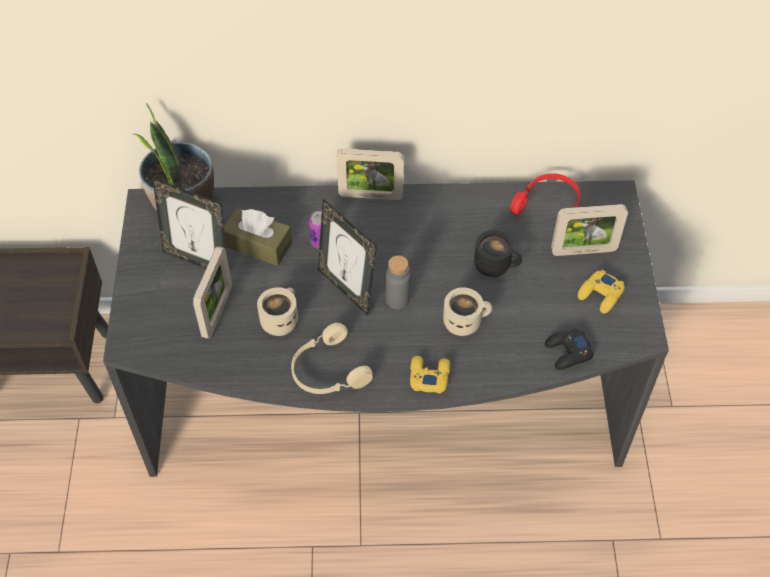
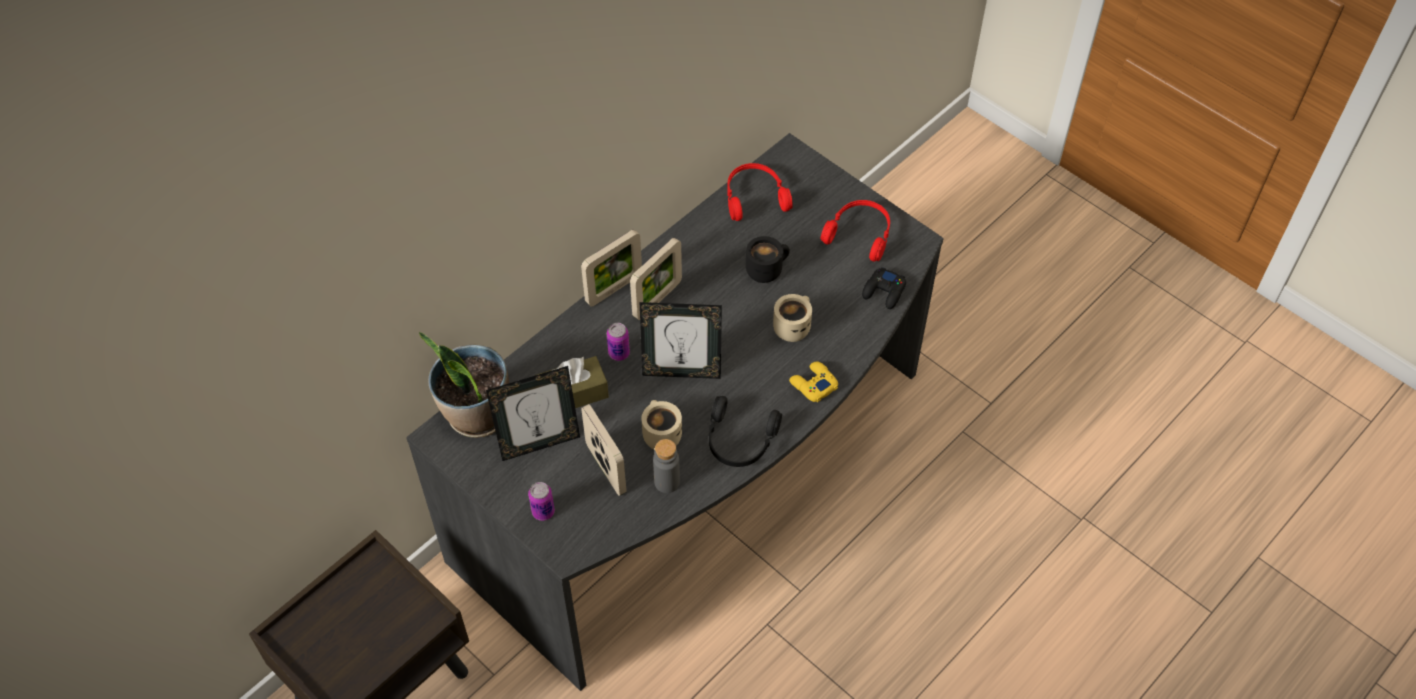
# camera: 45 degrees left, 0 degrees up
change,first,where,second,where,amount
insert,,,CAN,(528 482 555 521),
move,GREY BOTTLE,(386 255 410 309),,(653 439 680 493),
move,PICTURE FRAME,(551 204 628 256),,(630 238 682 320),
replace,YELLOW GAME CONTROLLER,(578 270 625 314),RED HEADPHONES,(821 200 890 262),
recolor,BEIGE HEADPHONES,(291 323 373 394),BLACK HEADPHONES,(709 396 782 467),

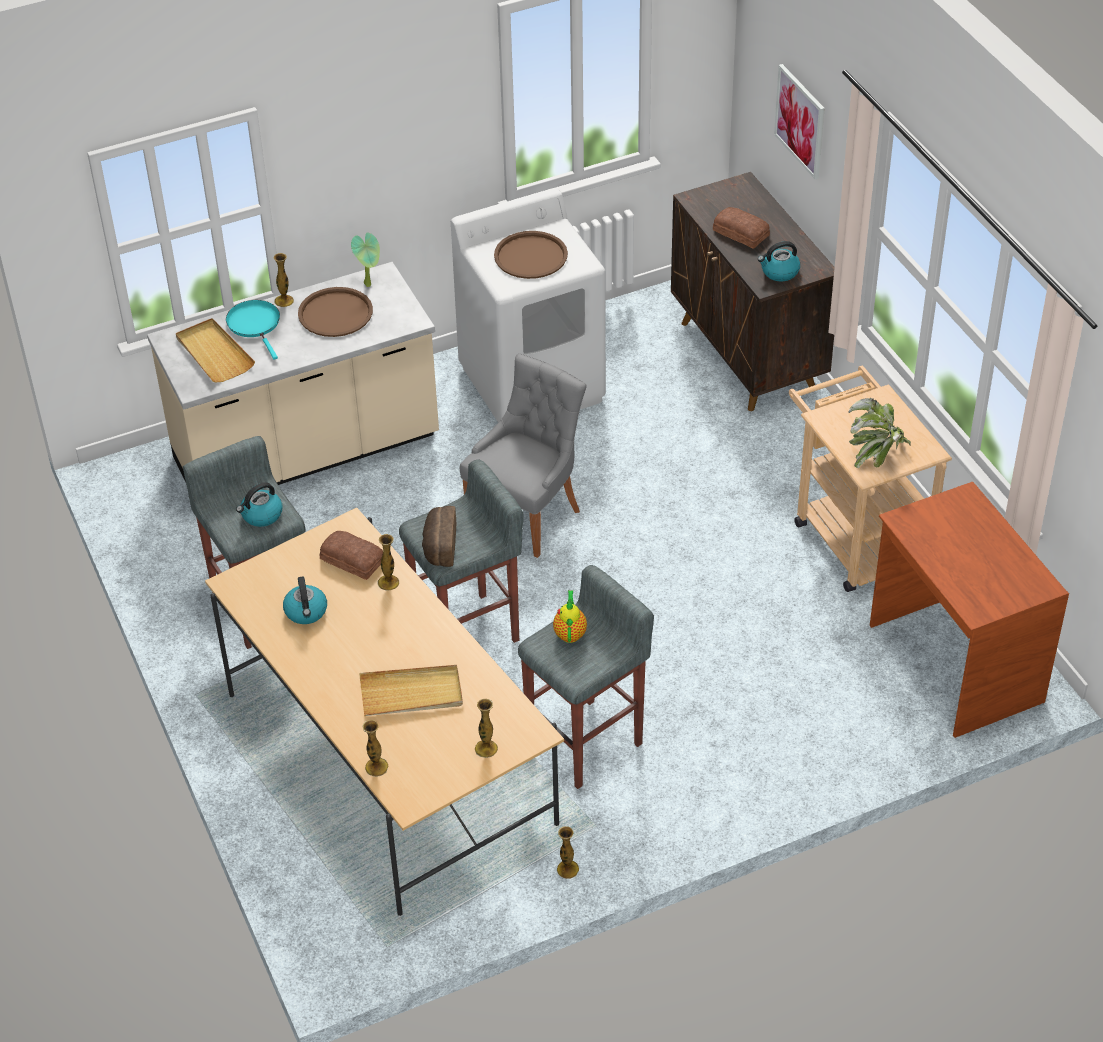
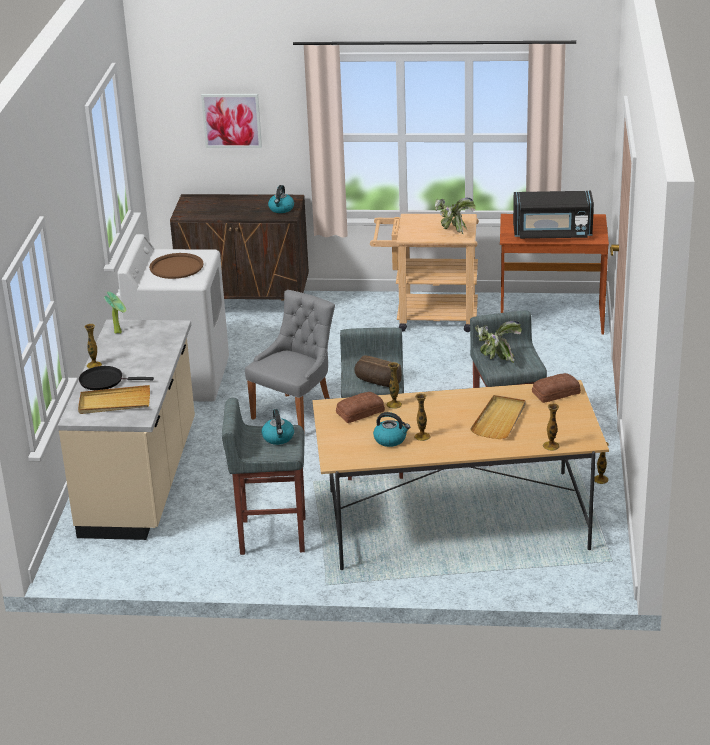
# camera: 60 degrees left, 15 degrees down
change,first,where,second,where,amount
delete,BROWN TRAY,(298 287 373 337),,,
insert,,,BLACK MICROWAVE,(513 191 594 239),
move,VASE,(475 699 498 758),,(414 393 431 441),
move,BREAD,(713 207 770 249),,(532 373 581 403),
replace,TEAPOT,(553 590 587 643),POTTED PLANT,(475 321 522 363),
recolor,TURQUOISE FRYING PAN,(226 300 280 360),BLACK FRYING PAN,(79 366 154 390),
rotate,GREY CHAIR,(460 353 587 558),,(245 290 335 435),60 degrees clockwise

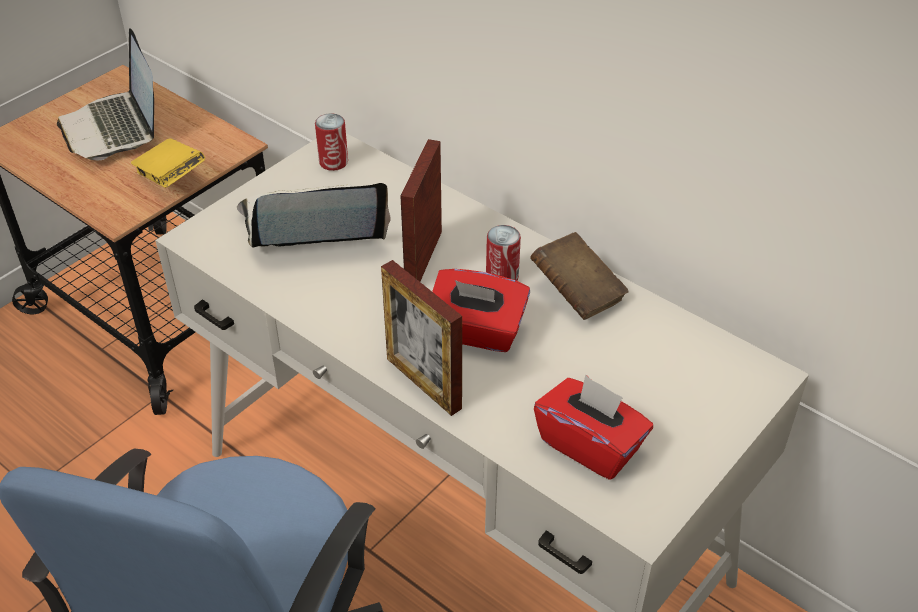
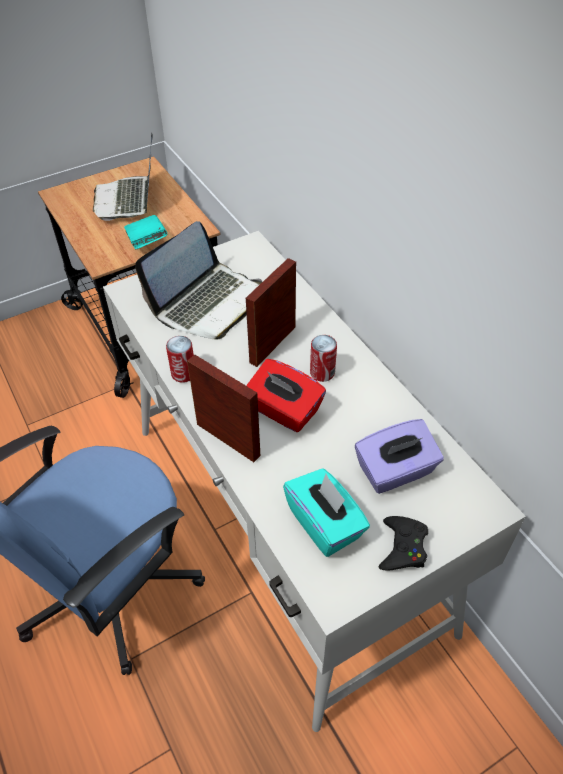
# camera: 20 degrees right, 5 degrees up
change,first,where,second,where,amount
delete,BROWN BOOK,(530 232 629 320),,,
insert,,,PURPLE TISSUE BOX,(355 419 444 494),
insert,,,BLACK GAME CONTROLLER,(379 516 428 571),
move,CAN,(315 113 348 171),,(166 336 194 383),
recolor,YELLOW BOOK,(131 138 205 188),TURQUOISE BOOK,(124 215 167 250),
recolor,RED TISSUE BOX,(534 374 653 480),TURQUOISE TISSUE BOX,(283 468 370 557),
rotate,LAPTOP,(237 183 391 248),,(135 221 262 339),120 degrees clockwise
rotate,PICTURE FRAME,(381 260 462 416),,(187 355 260 462),150 degrees clockwise

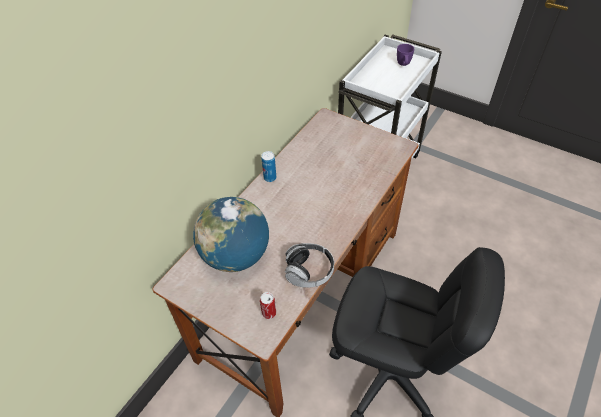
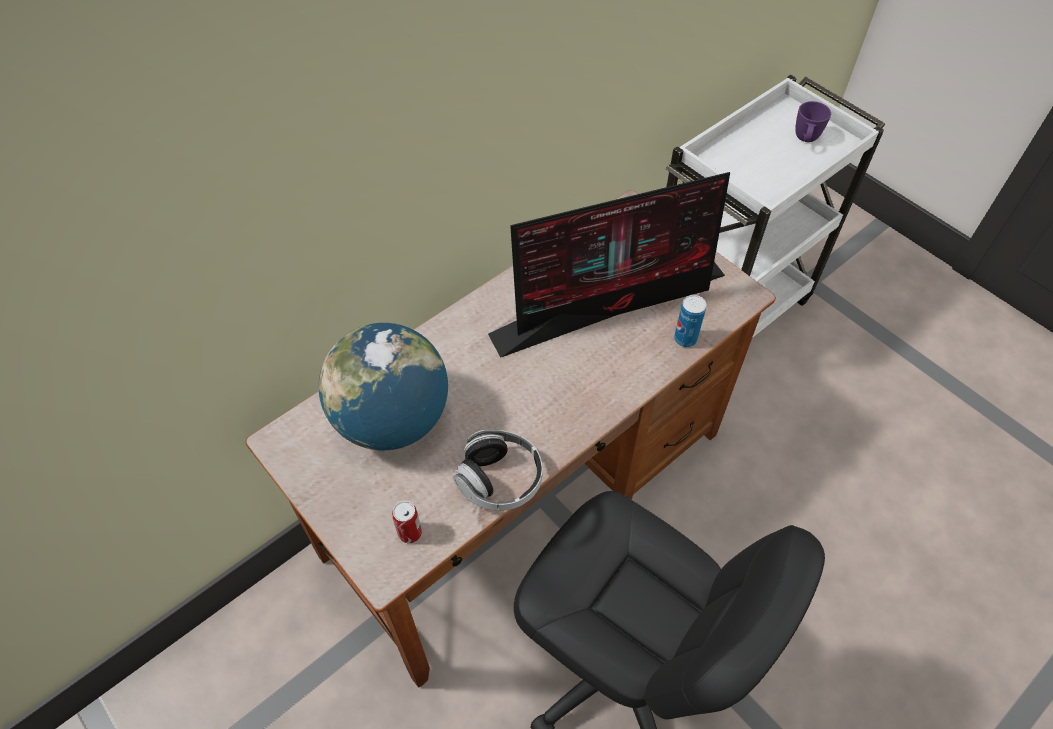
# camera: 15 degrees right, 5 degrees up
change,first,where,second,where,amount
insert,,,MONITOR,(488 172 730 358),
move,CAN,(261 151 276 182),,(674 295 706 347),

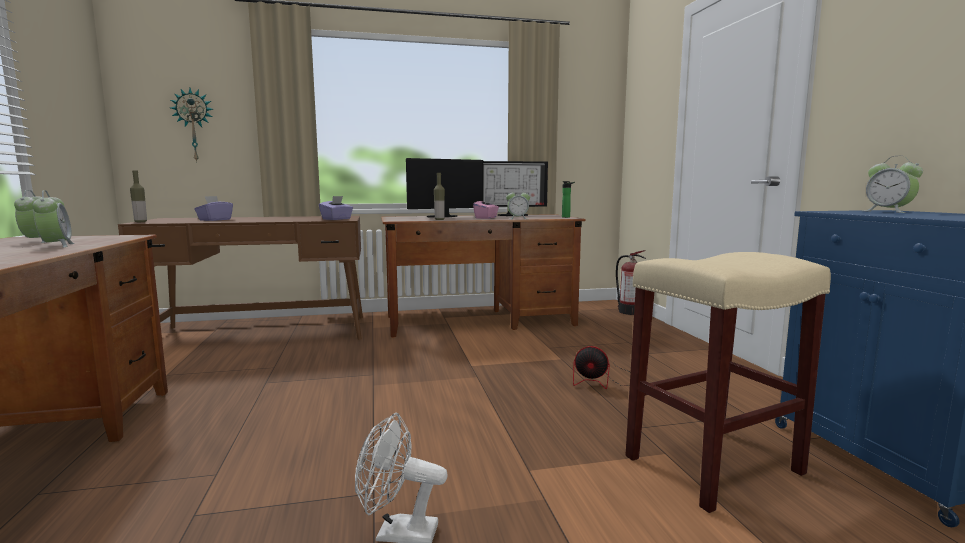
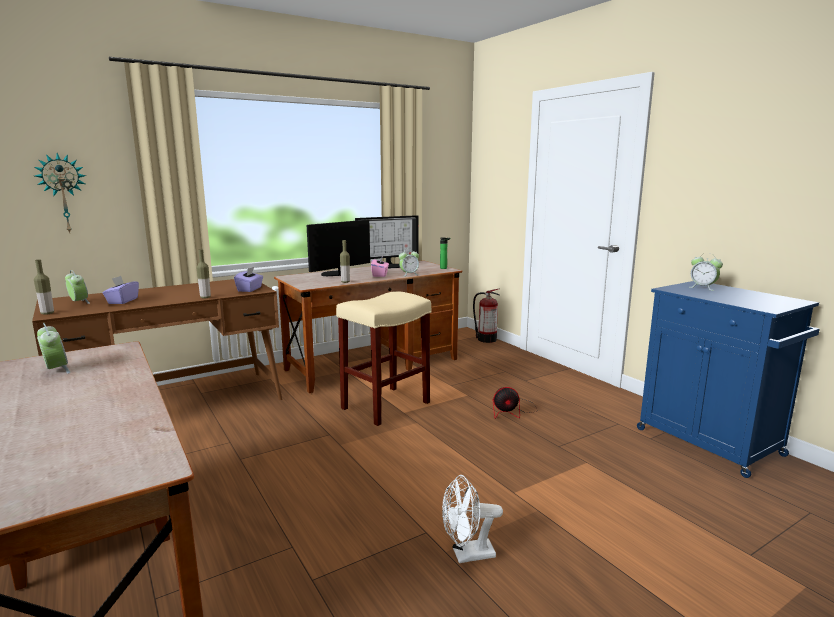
# camera: 20 degrees left, 5 degrees up
change,first,where,second,where,amount
insert,,,BOTTLE,(196 249 211 299),
move,ALARM CLOCK,(33 190 74 247),,(65 270 90 304),
move,BEIGE STOOL,(625 252 831 513),,(336 291 431 426),

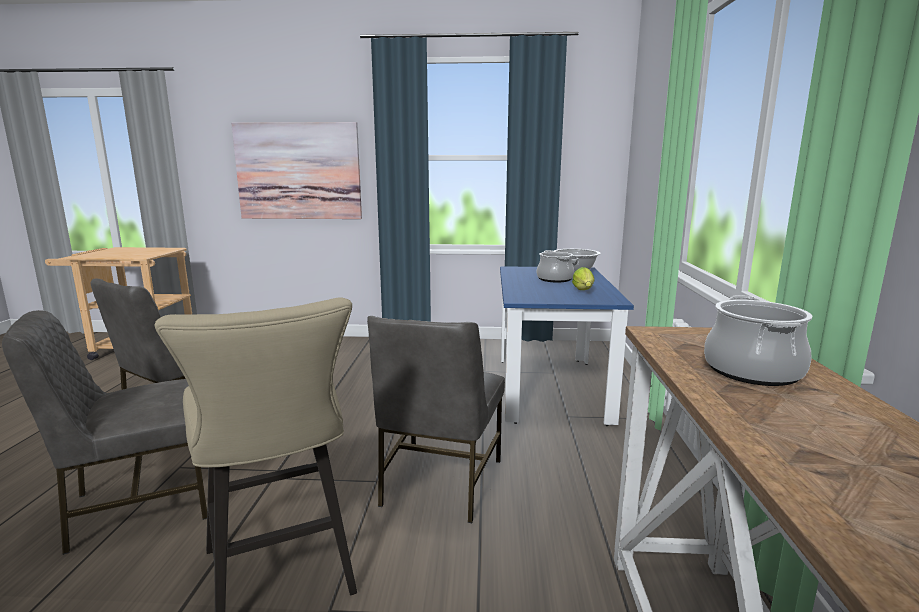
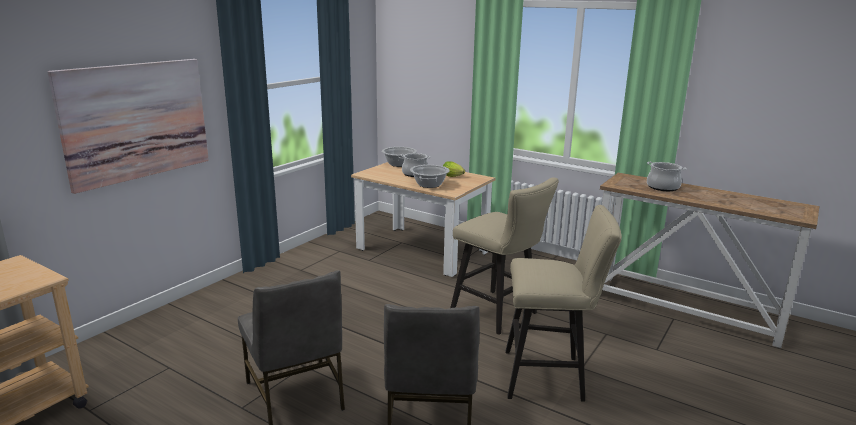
# camera: 60 degrees left, 5 degrees up
change,first,where,second,where,amount
insert,,,COOKING POT,(410 165 450 188),
replace,GREY CHAIR,(367 316 505 523),BEIGE STOOL,(450 177 559 335),
recolor,BLUE DINING TABLE,(500 266 634 426),BEIGE DINING TABLE,(351 162 496 277),

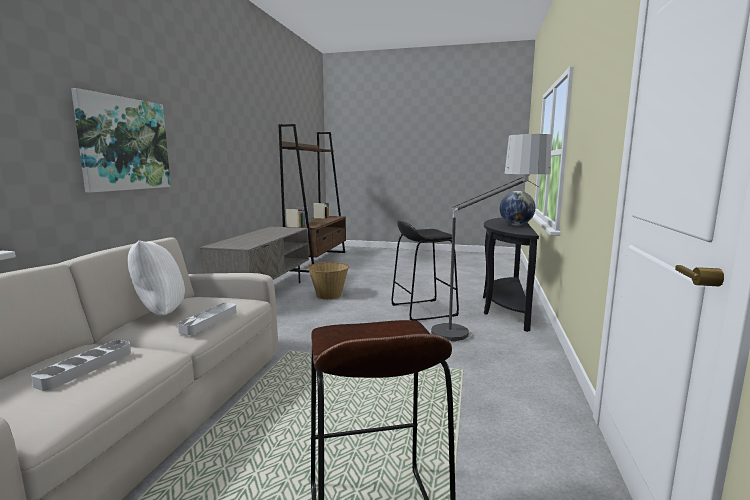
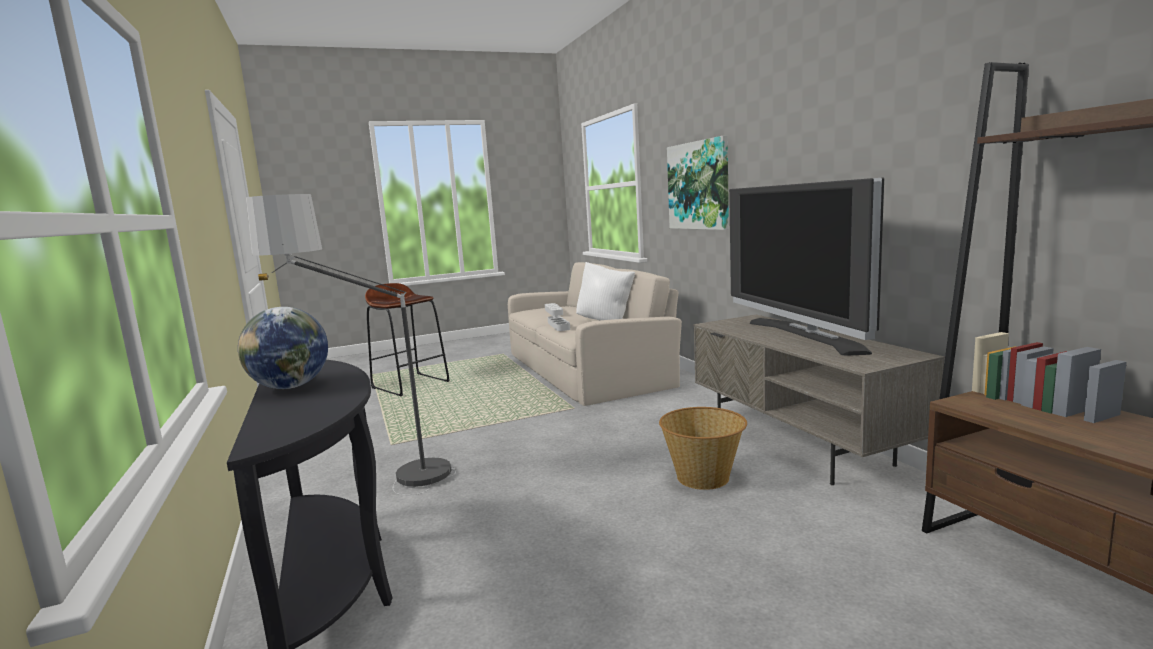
# camera: 145 degrees right, 0 degrees up
change,first,where,second,where,amount
delete,BLACK STOOL,(392 221 459 321),,,
insert,,,TELEVISION,(729 178 884 356),

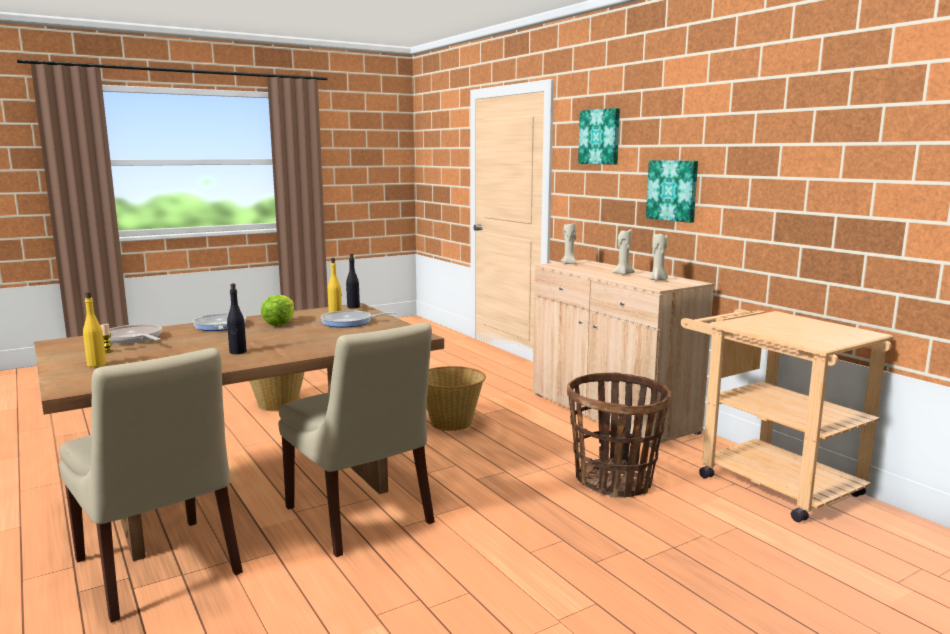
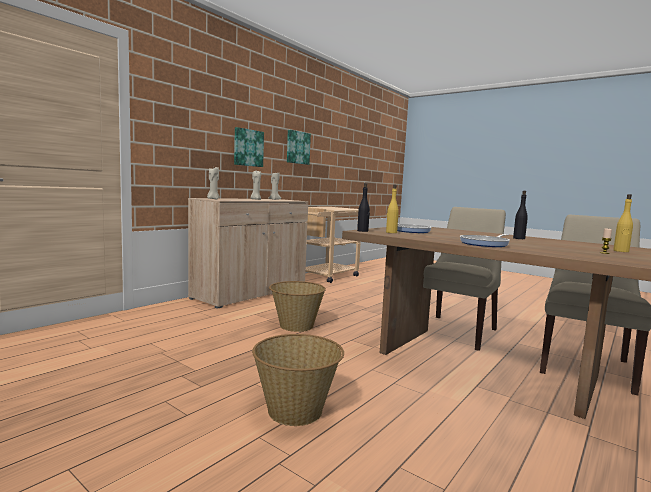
# camera: 110 degrees left, 5 degrees down
change,first,where,second,where,amount
delete,FRYING PAN,(109 324 162 344),,,
delete,LETTUCE,(261 295 294 326),,,
delete,BASKET,(567 373 671 498),,,
move,PICTURE,(578 108 620 165),,(287 130 311 165),

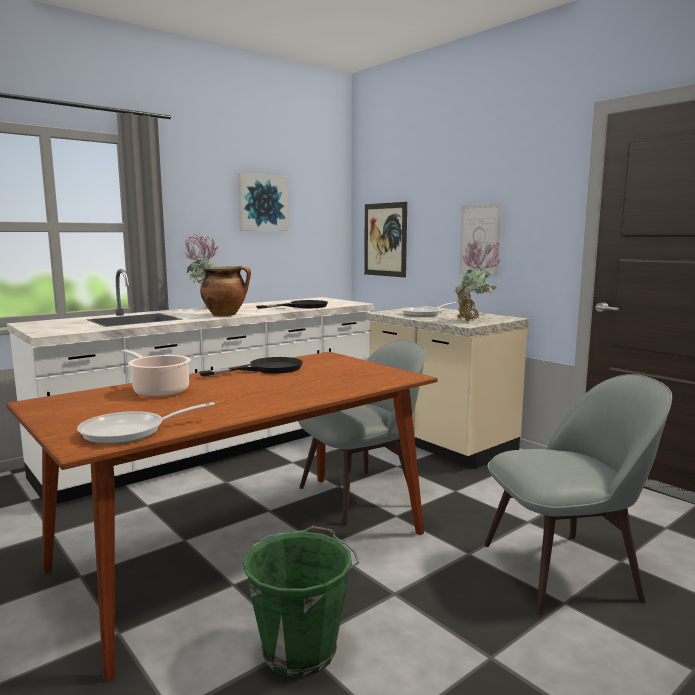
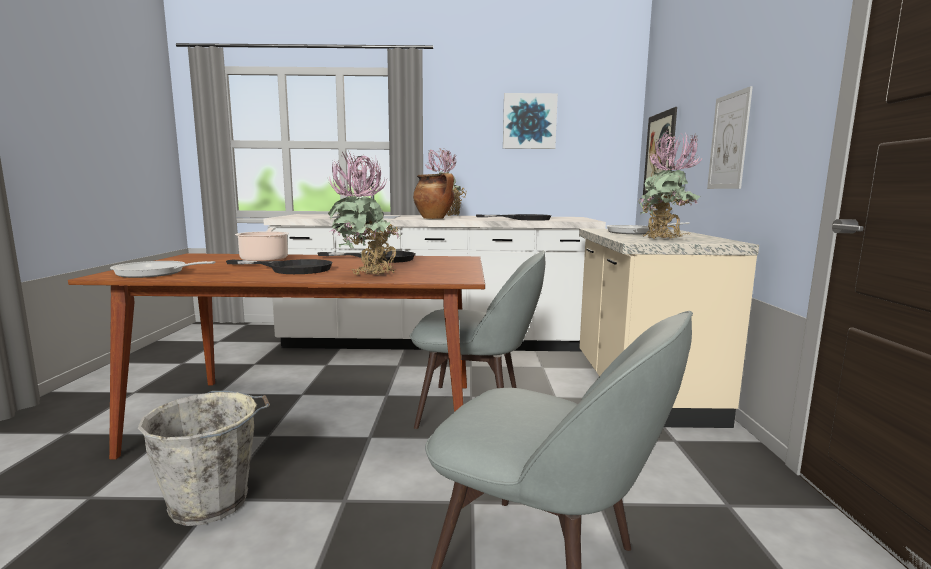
# camera: 40 degrees right, 0 degrees up
change,first,where,second,where,amount
insert,,,BLACK FRYING PAN,(226 259 332 274),
insert,,,POTTED PLANT,(328 151 401 275),
recolor,GREEN BUCKET,(243 526 359 677),GREY BUCKET,(137 391 270 526),

